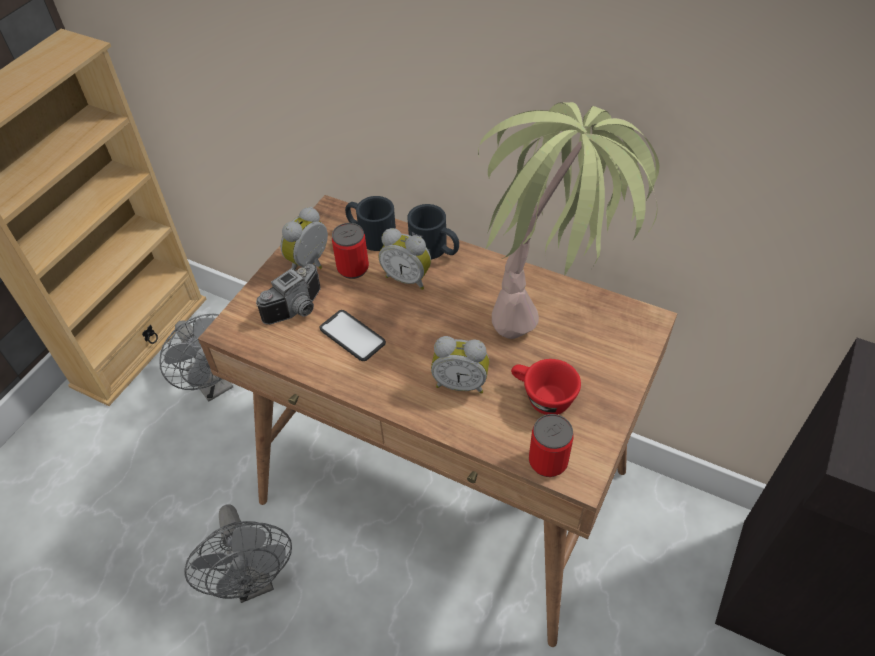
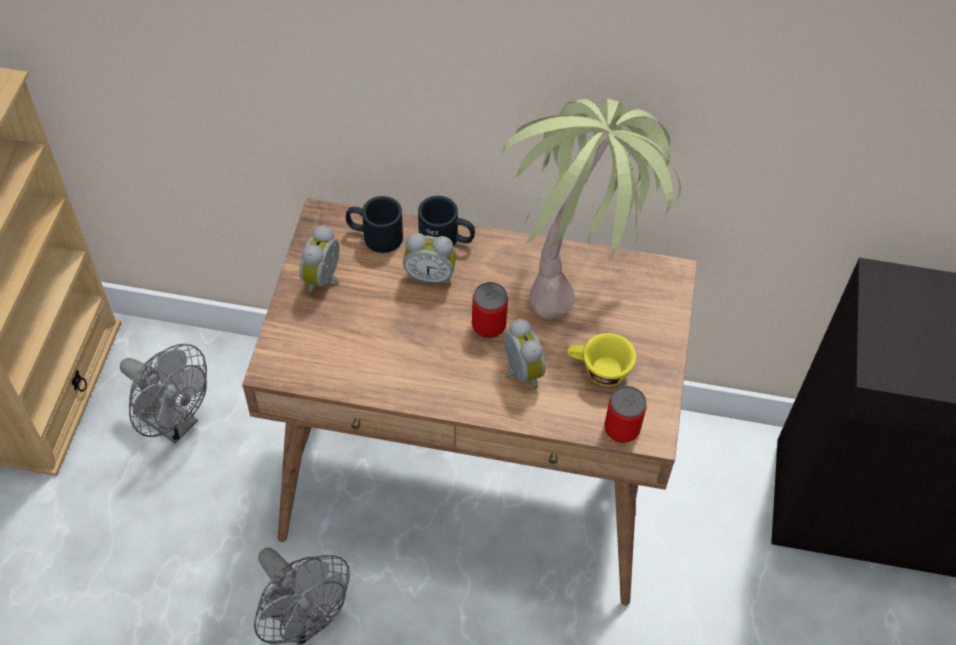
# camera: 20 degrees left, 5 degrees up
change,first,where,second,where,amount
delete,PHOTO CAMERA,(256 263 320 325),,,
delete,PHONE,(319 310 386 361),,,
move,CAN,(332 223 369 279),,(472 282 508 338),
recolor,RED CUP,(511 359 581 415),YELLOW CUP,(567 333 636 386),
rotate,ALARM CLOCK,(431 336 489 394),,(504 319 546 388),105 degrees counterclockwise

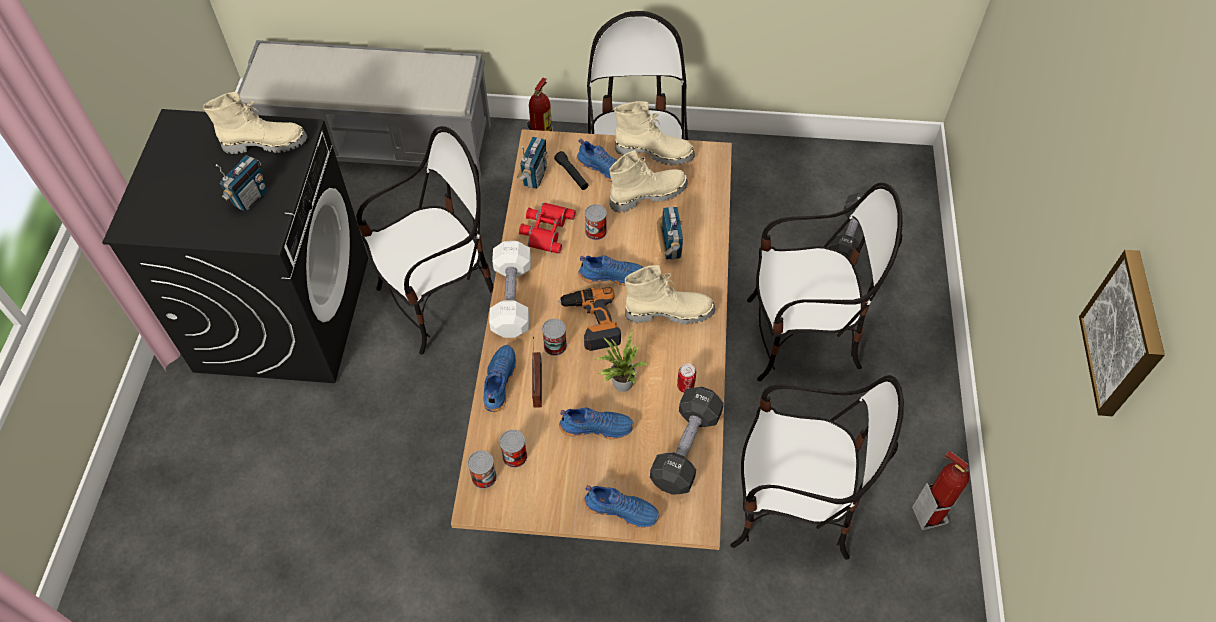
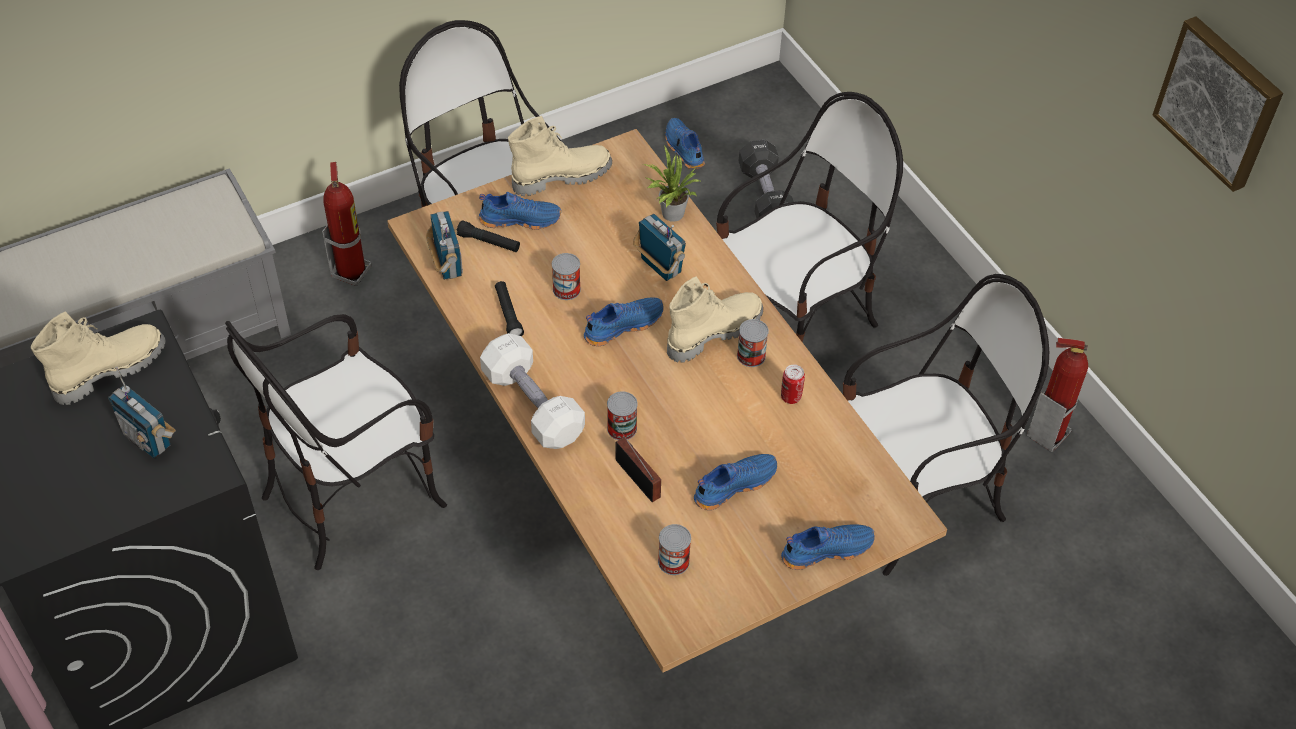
# camera: 35 degrees left, 5 degrees down
change,first,where,second,where,amount
delete,POWER DRILL,(558 287 621 351),,,
delete,BEIGE BOOT,(609 150 688 213),,,
delete,BLACK DUMBBELL,(650 387 724 495),,,
move,CAN,(468 451 497 489),,(737 319 769 367),
move,BLUE SHOE,(483 345 516 412),,(665 118 705 169),
move,POTTED PLANT,(596 330 647 392),,(643 146 700 222),
replace,RED BINOCULARS,(519 203 576 254),BLACK FLASHLIGHT,(495 281 524 336),
rotate,RADIO,(216 155 267 212),,(108 367 176 458),135 degrees clockwise
rotate,CHAIR,(356 126 494 355),,(225 314 447 570),150 degrees counterclockwise

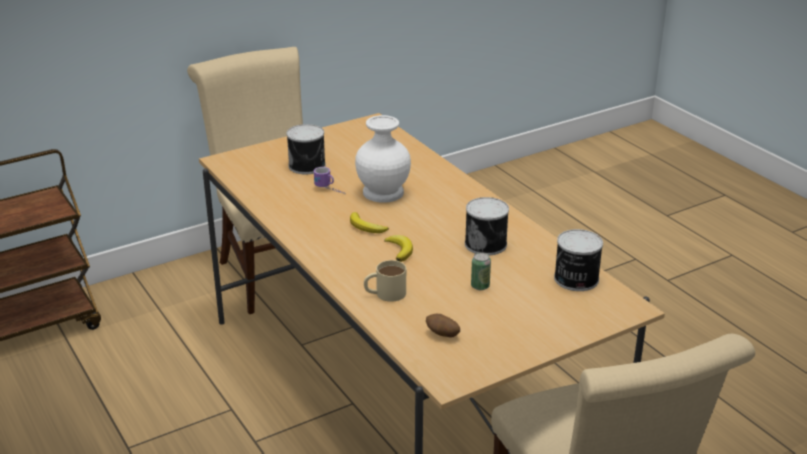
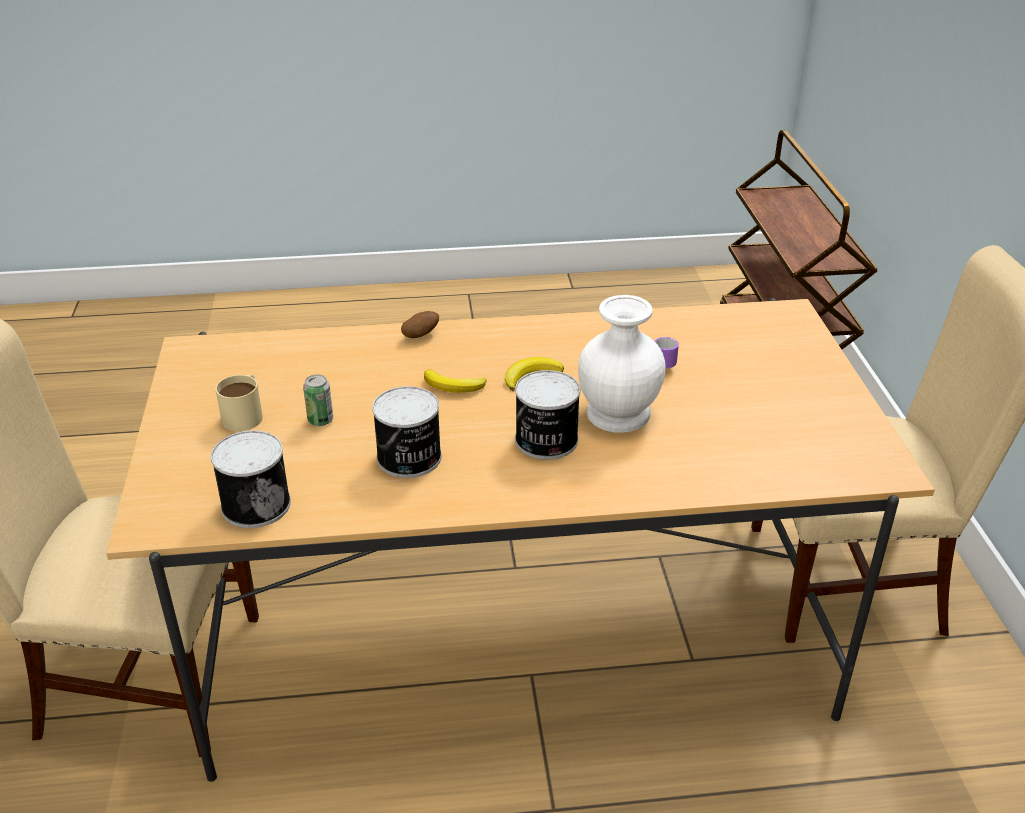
# camera: 115 degrees right, 5 degrees up
change,first,where,second,where,amount
move,CAN,(286 124 326 174),,(515 370 580 460),
move,BEIGE MUG,(364 260 406 302),,(215 374 263 431),
move,POTATO,(426 314 460 338),,(401 311 439 338),

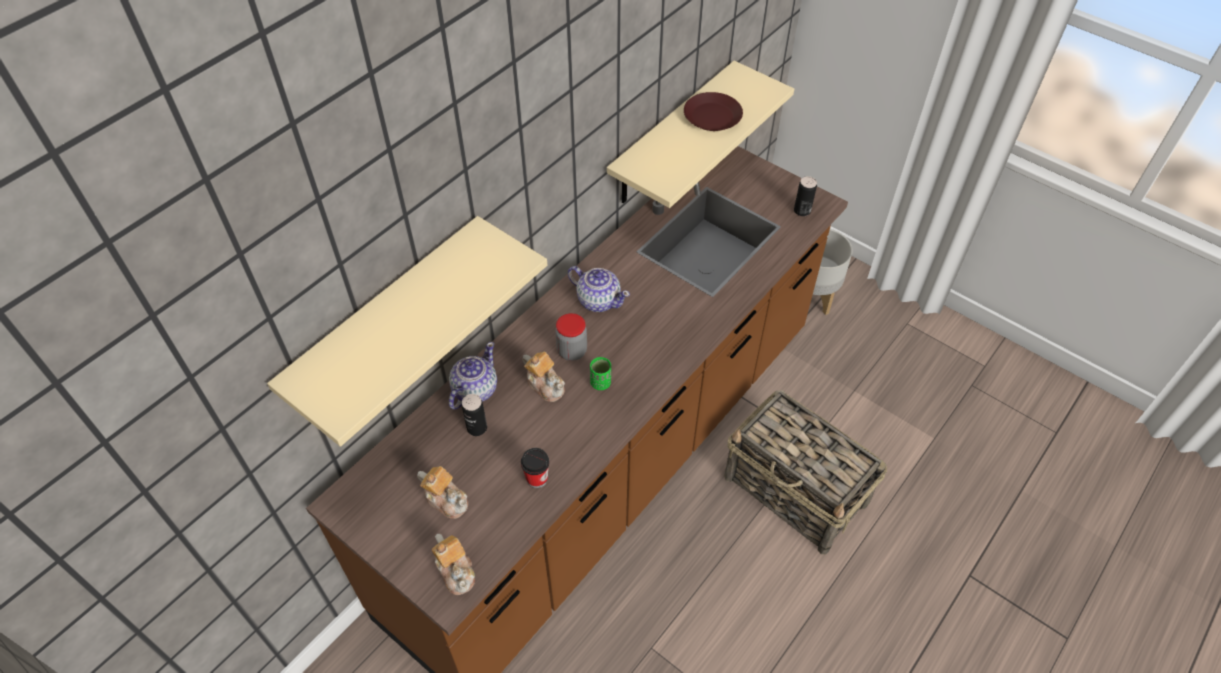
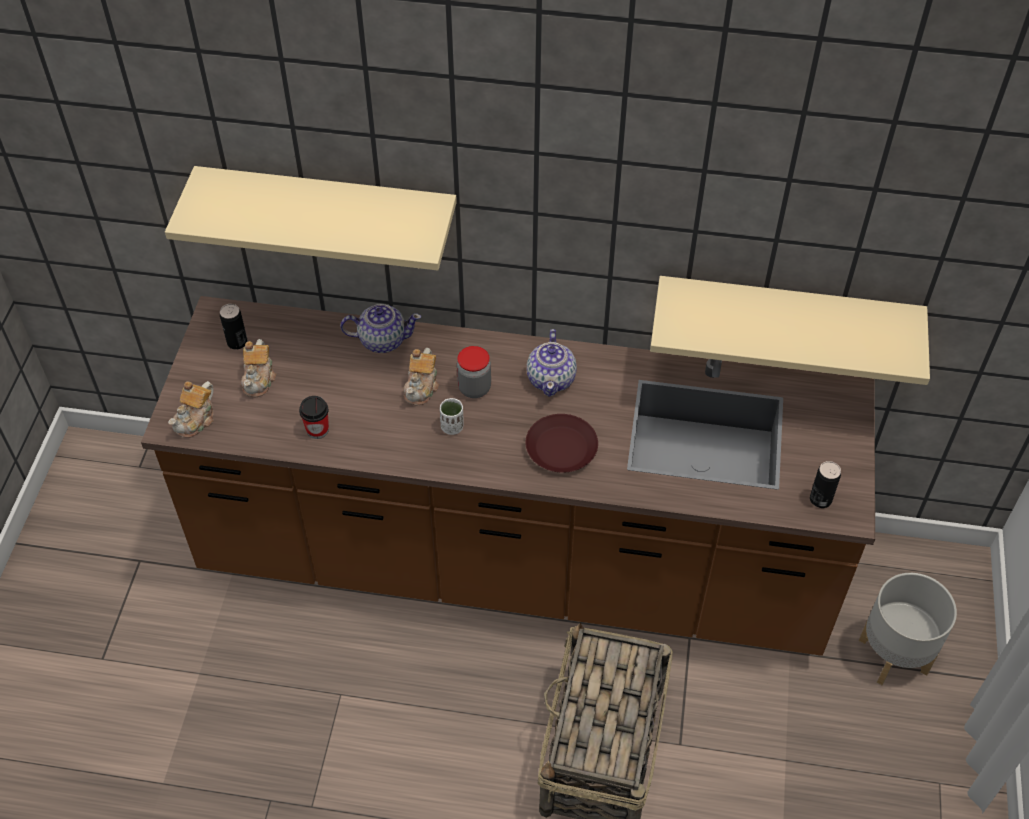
# camera: 60 degrees right, 0 degrees up
change,first,where,second,where,amount
move,CAN,(462 394 487 436),,(220 304 248 350),
move,BROWN PLATE,(684 92 743 131),,(525 414 598 473),
recolor,GREEN CUP,(590 357 611 390),WHITE CUP,(440 398 463 435),

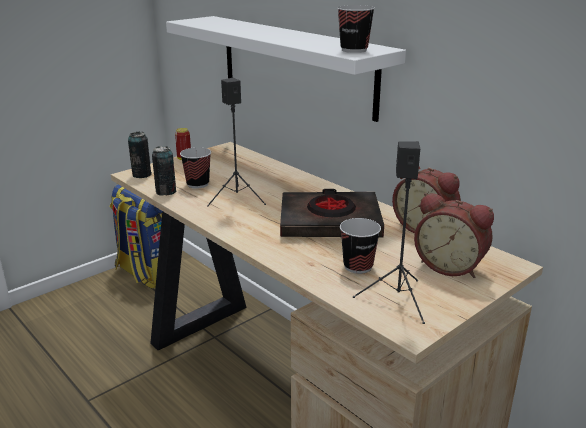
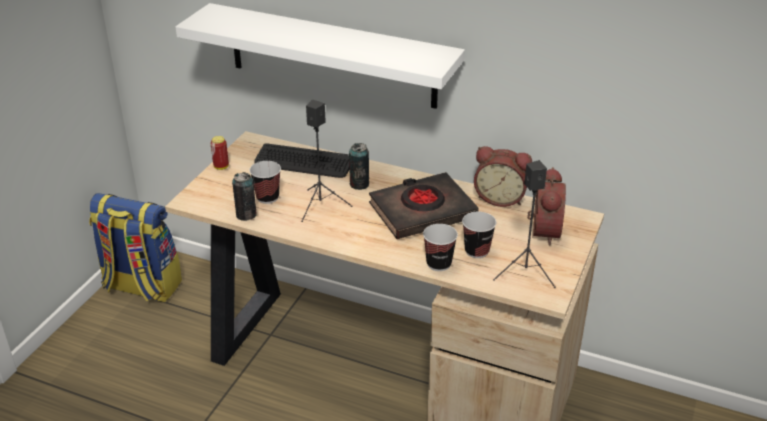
# camera: 25 degrees left, 10 degrees up
change,first,where,second,where,amount
insert,,,KEYBOARD,(254 143 349 178),
move,CAN,(128 132 152 178),,(349 143 369 190),
move,CUP,(337 5 375 53),,(423 224 458 271),
rotate,ALARM CLOCK,(414 193 494 278),,(527 167 566 246),90 degrees counterclockwise

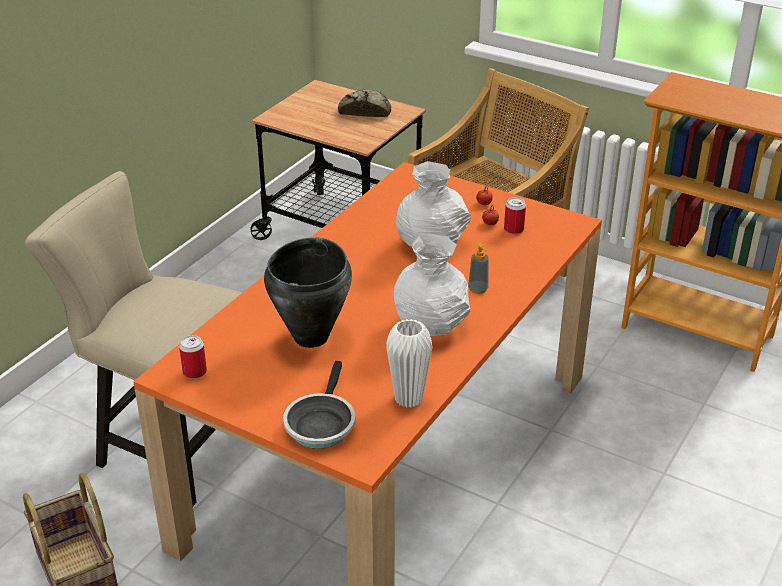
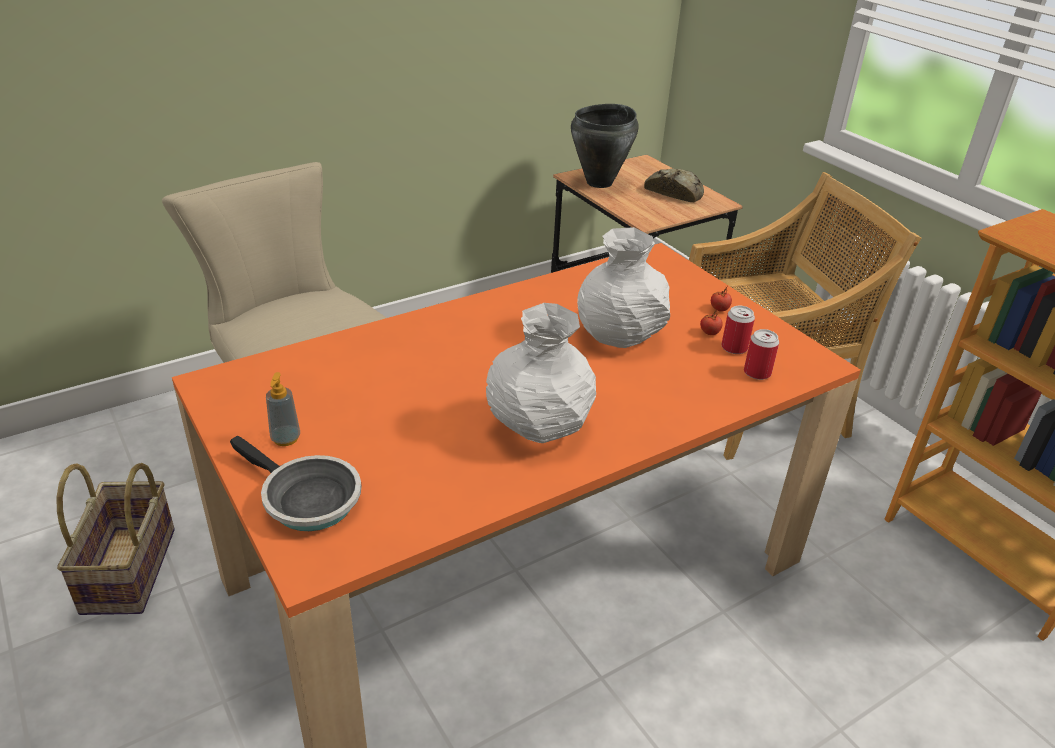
# camera: 25 degrees right, 0 degrees up
change,first,where,second,where,amount
delete,WHITE VASE,(386 319 433 408),,,
move,CAN,(179 335 207 379),,(744 329 779 380),
move,BLACK COOKING POT,(264 237 352 348),,(571 104 639 188),
move,SOAP DISPENSER,(468 242 489 294),,(266 372 300 446),
rotate,FRYING PAN,(283 361 355 449),,(230 435 362 531),90 degrees counterclockwise

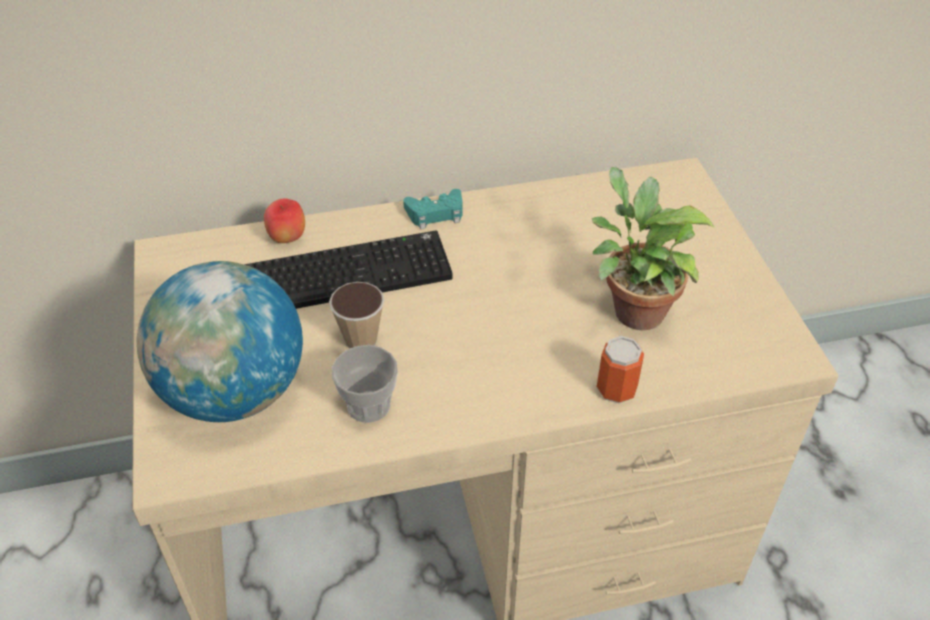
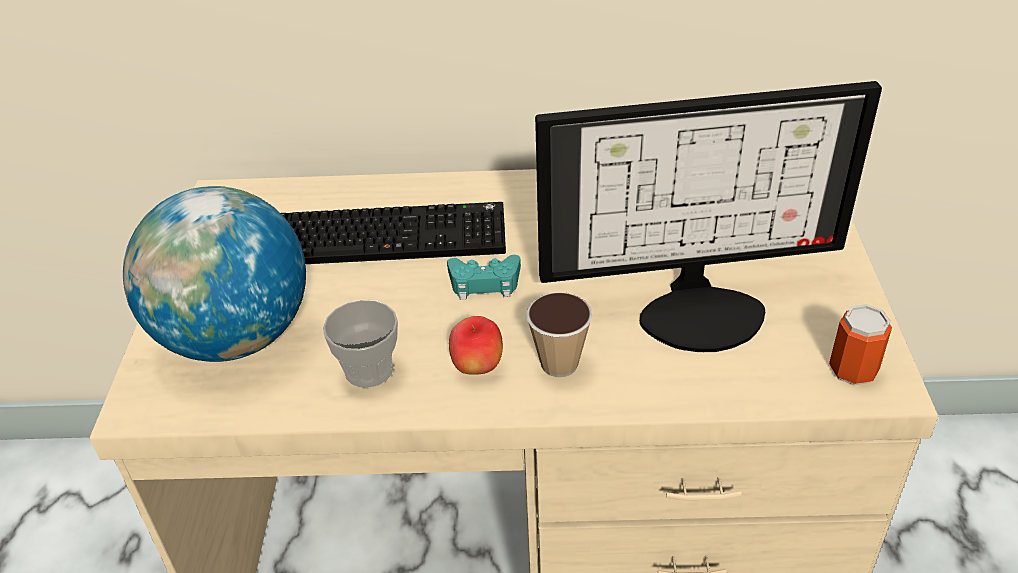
# camera: 15 degrees right, 5 degrees down
change,first,where,second,where,amount
move,APPLE,(264 198 305 243),,(449 316 503 375),
move,CUP,(329 282 384 348),,(526 292 592 377),
move,TURQUOISE GAME CONTROLLER,(403 189 463 229),,(447 255 521 299),
move,CAN,(597 336 644 403),,(829 304 892 386),
replace,POTTED PLANT,(592 167 715 331),MONITOR,(535 81 882 352),

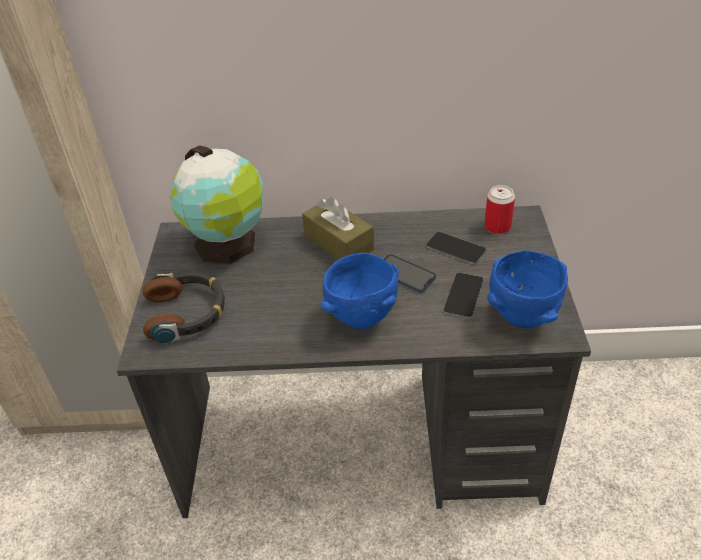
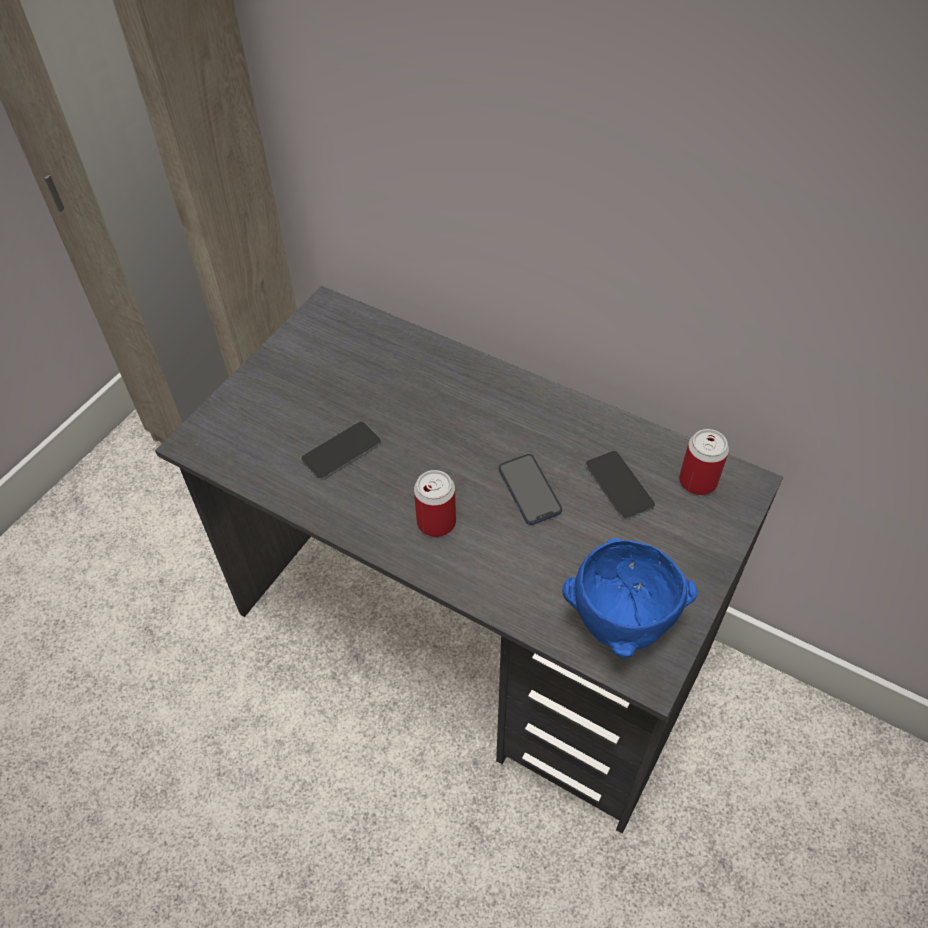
# camera: 30 degrees right, 10 degrees up
change,first,where,second,where,amount
delete,HEADPHONES,(143 272 225 344),,,
delete,GLOBE,(170 145 264 264),,,
delete,BROWN TISSUE BOX,(302 197 374 260),,,
move,PHONE,(443 273 483 318),,(301 422 381 480),
replace,BLUE BOWL,(321 253 399 330),CAN,(414 470 456 537),

